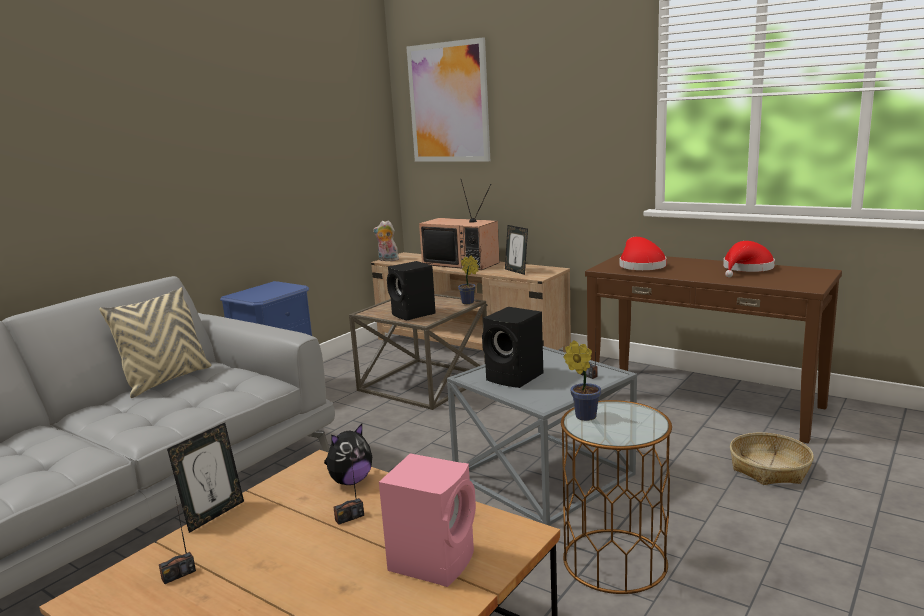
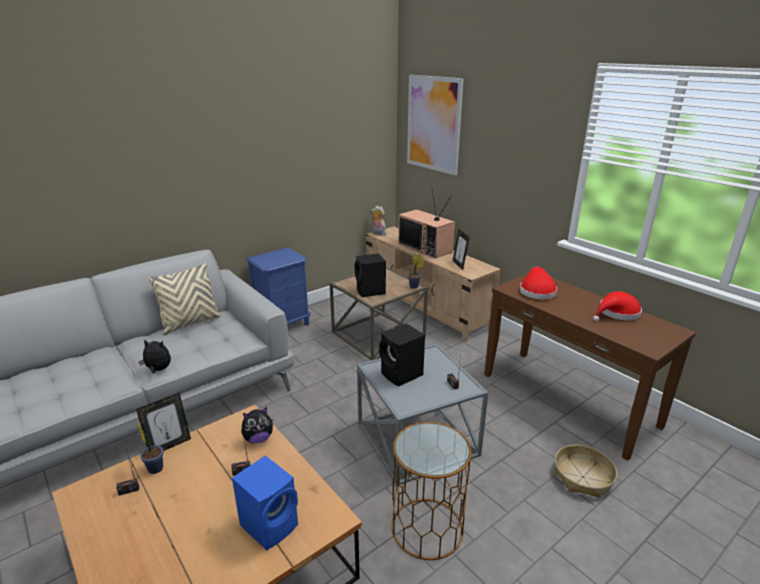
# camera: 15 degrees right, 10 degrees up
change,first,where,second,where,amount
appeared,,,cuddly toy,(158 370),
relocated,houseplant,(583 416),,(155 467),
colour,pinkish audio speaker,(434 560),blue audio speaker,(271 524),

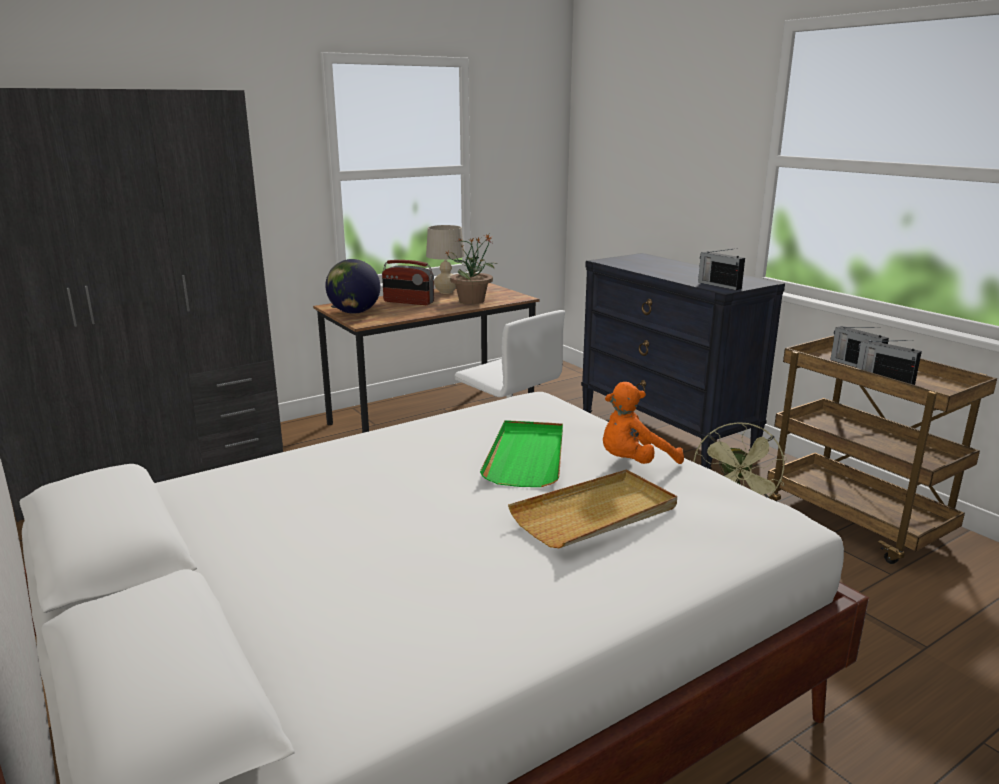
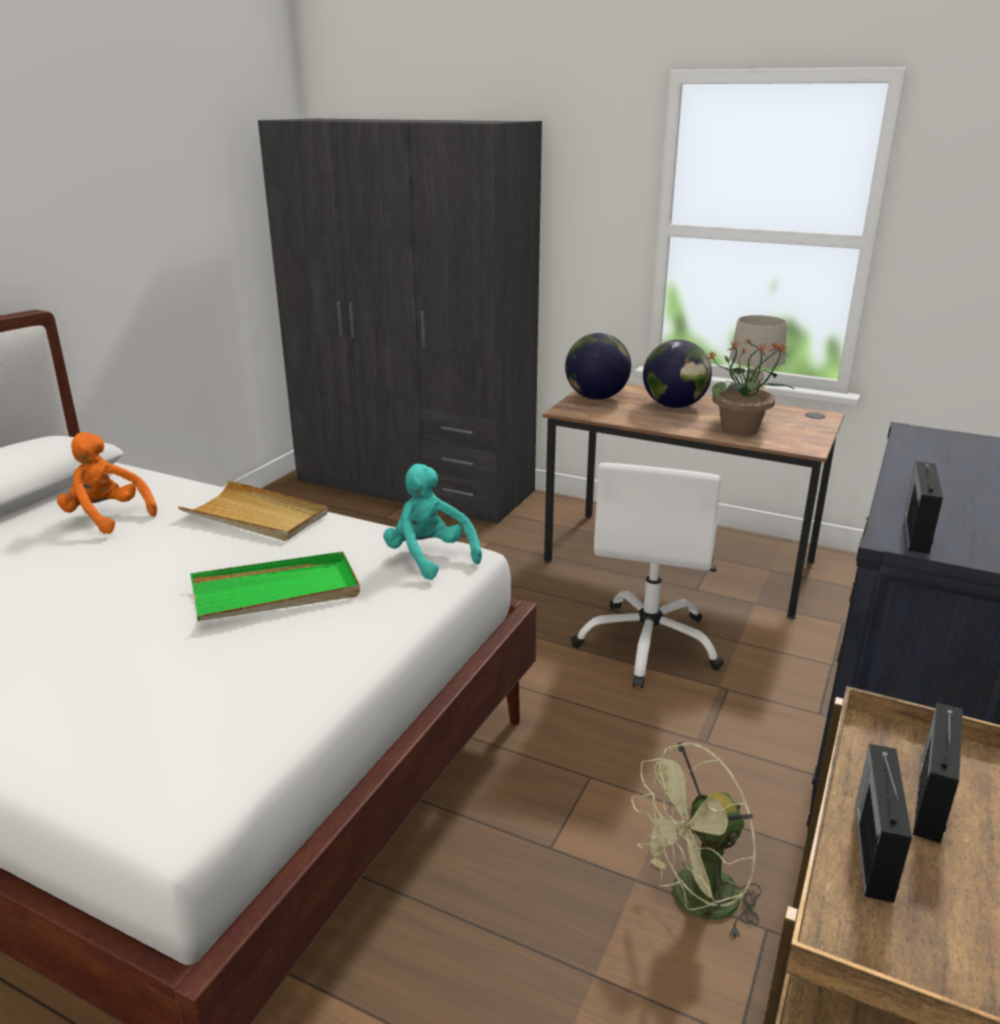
# camera: 60 degrees right, 5 degrees up
change,first,where,second,where,amount
appeared,,,blue-green cuddly toy,(429 557),
relocated,sand-coloured tray,(595 514),,(256 516),
relocated,orangey cuddly toy,(634 463),,(107 517),
exchanged,radio receiver,(408 302),globe,(674 406),

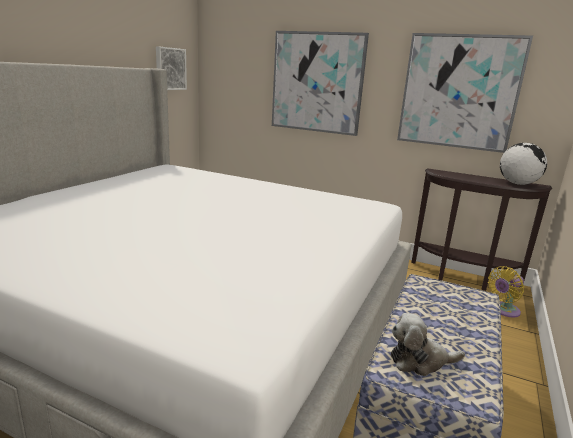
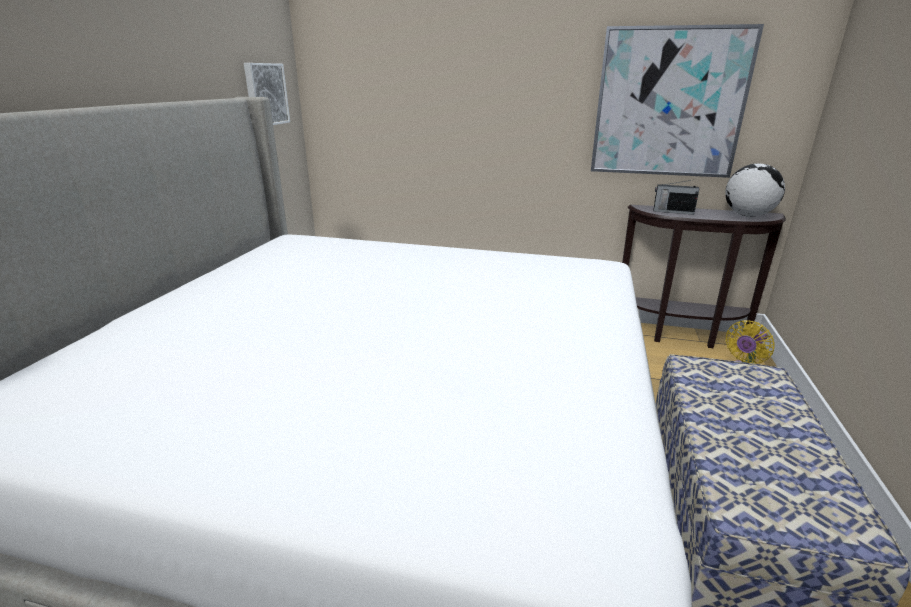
# camera: 10 degrees left, 5 degrees up
change,first,where,second,where,amount
missing,wall art,(317 83),,,
missing,cuddly toy,(420 361),,,
appeared,,,radio receiver,(672 211),

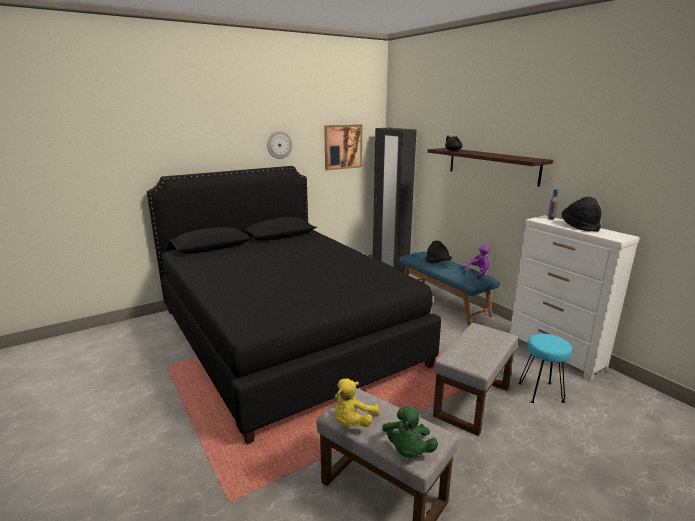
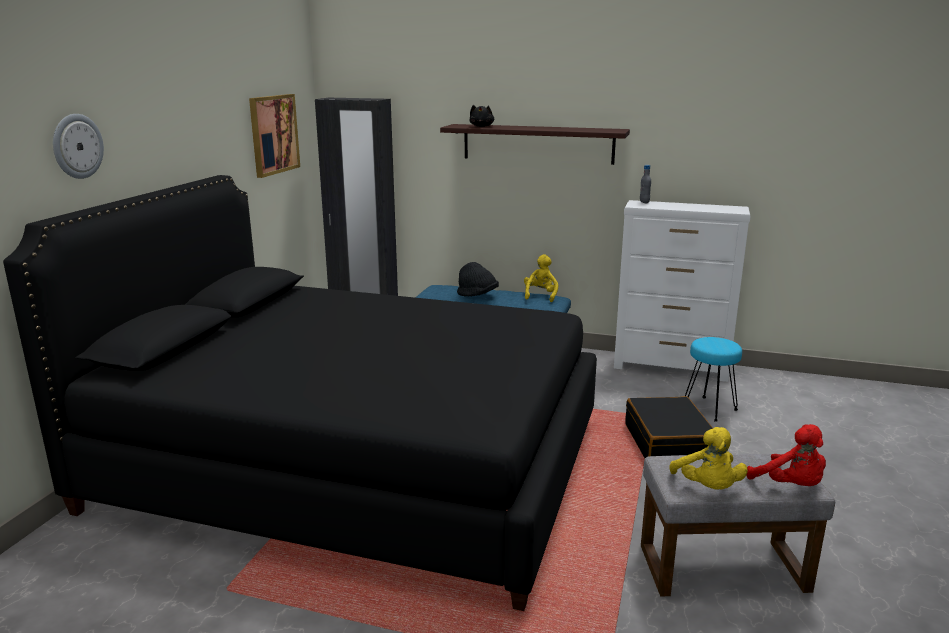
# camera: 40 degrees left, 0 degrees up
change,first,where,second,where,amount
missing,black-coloured wearable hat,(580 226),,,
relocated,hanging clock,(279 145),,(77 146),
exchanged,gray pouffe,(471 400),black-coloured travel case,(668 443),
colour,green cuddly toy,(408 451),red cuddly toy,(790 485),
colour,purplish cuddly toy,(478 273),yellow-coloured cuddly toy,(540 295),

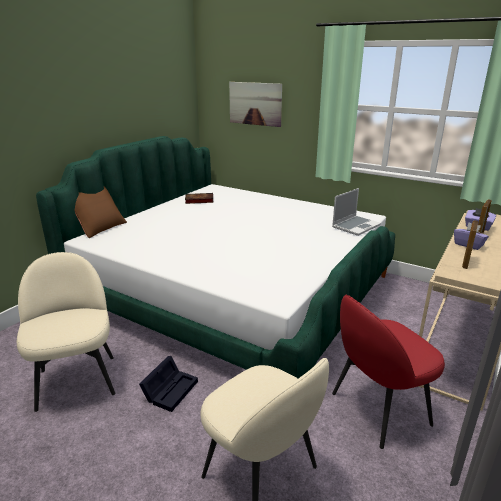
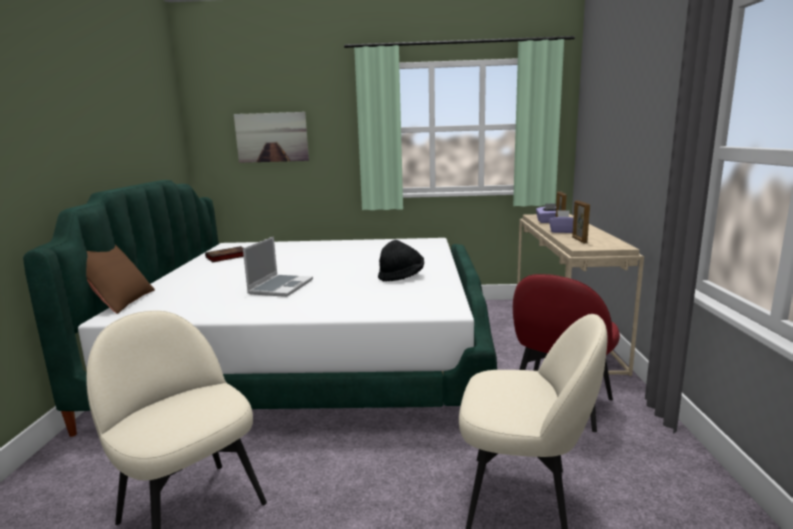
# camera: 30 degrees left, 10 degrees down
change,first,where,second,where,amount
missing,black-coloured storage box,(170 389),,,
appeared,,,black-coloured wearable hat,(401 277),
relocated,portable computer,(355 226),,(280 287),

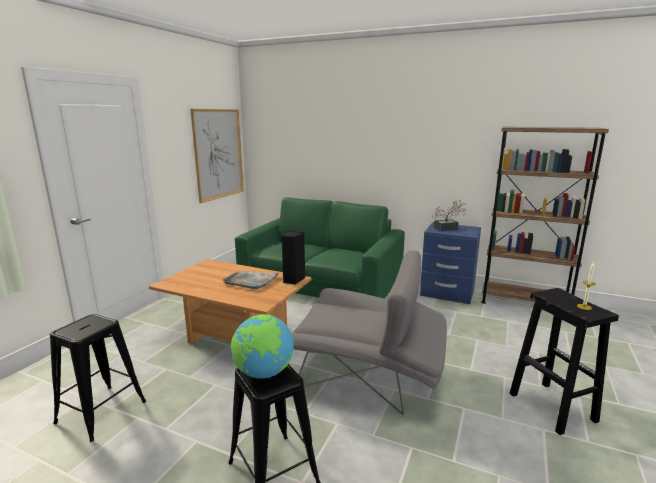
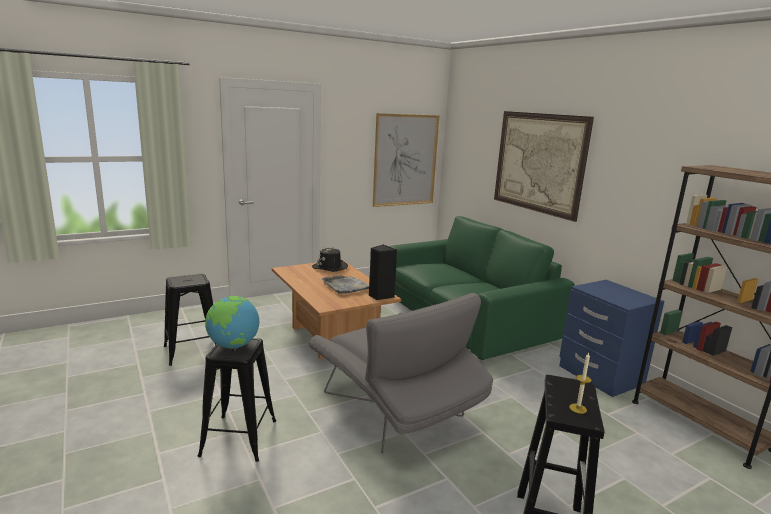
# camera: 35 degrees right, 0 degrees up
change,first,where,second,where,amount
missing,houseplant,(448 228),,,
appeared,,,black-coloured wearable hat,(330 267),
appeared,,,wall art,(539 163),

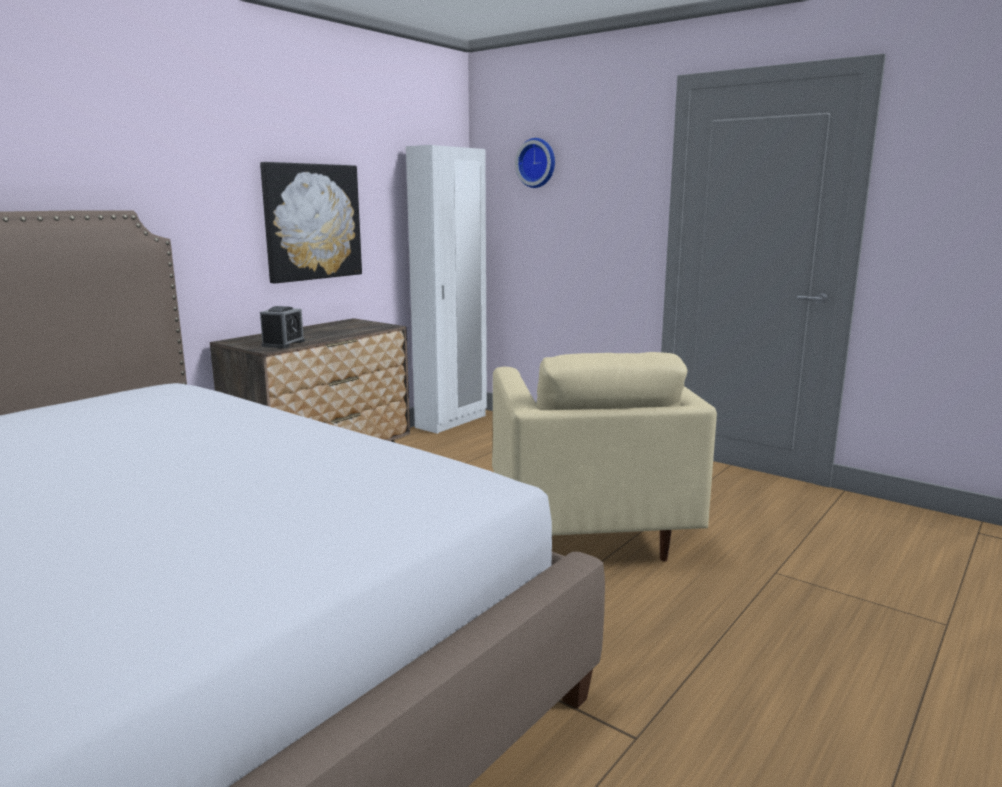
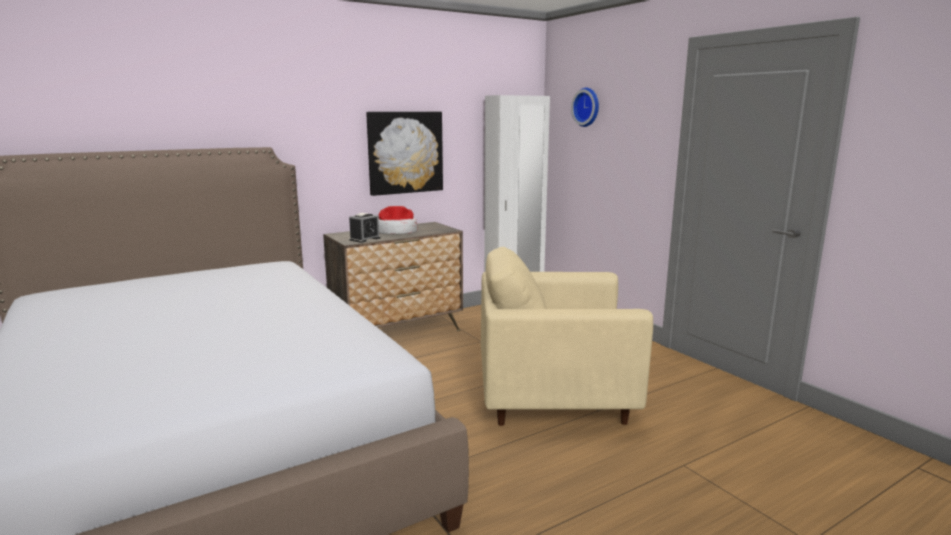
# camera: 20 degrees right, 0 degrees up
change,first,where,second,where,amount
appeared,,,wearable hat,(396 232),
spun,sand-coloured armchair,(586 527),,(555 401),75 degrees clockwise

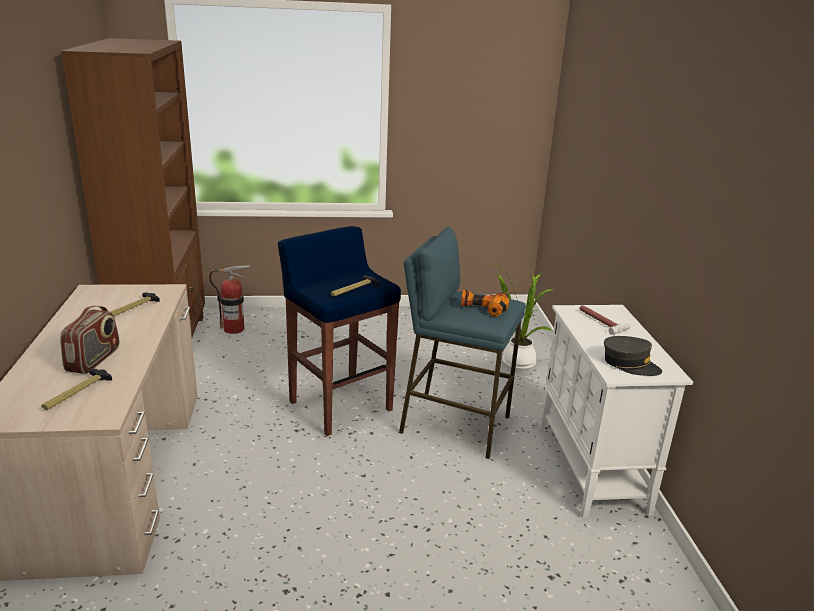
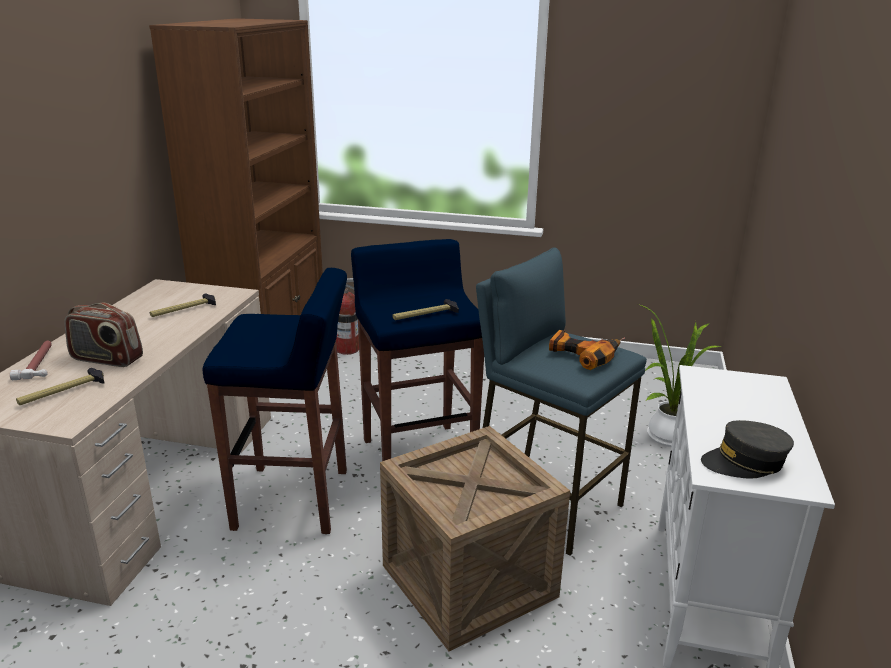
# camera: 20 degrees right, 0 degrees up
change,first,where,second,where,amount
appeared,,,blue stool seat,(294 500),
appeared,,,packing crate,(469 581),
relocated,hand hammer,(600 321),,(40 362),
spun,radio receiver,(94 360),,(106 359),75 degrees clockwise
spun,gray peaked cap,(630 364),,(745 462),120 degrees clockwise

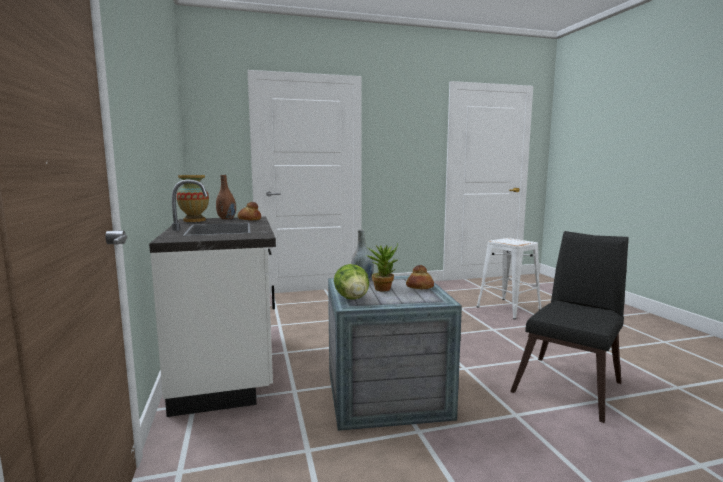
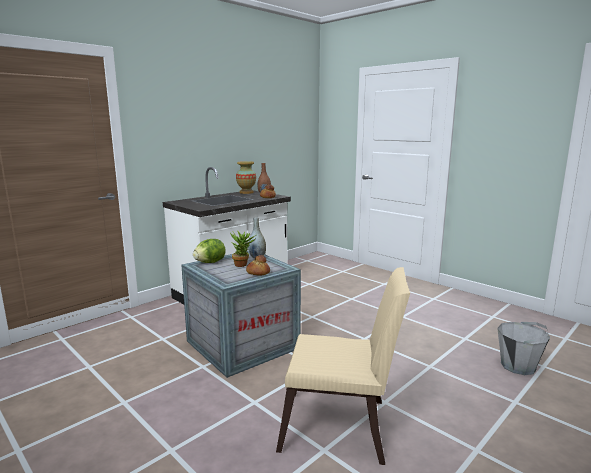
# camera: 60 degrees right, 5 degrees up
change,first,where,second,where,amount
exchanged,whitish stool seat,(509 308),gray bucket,(518 366),
colour,black-coloured upright chair,(571 384),sand-coloured upright chair,(341 428),

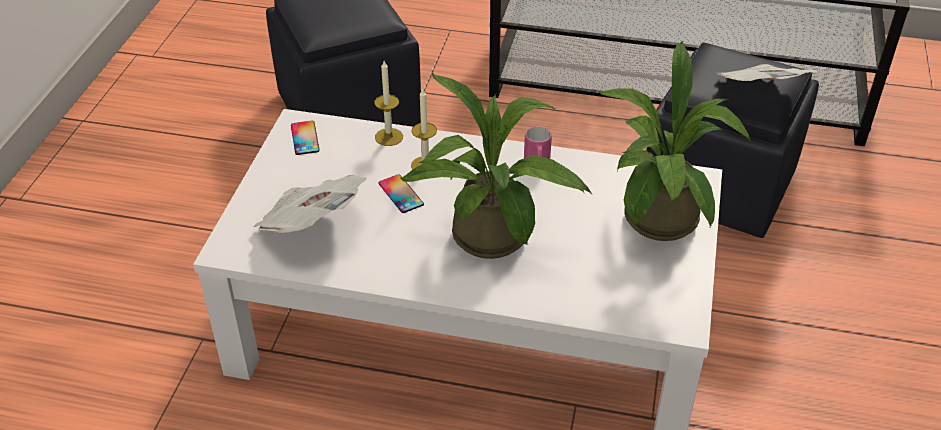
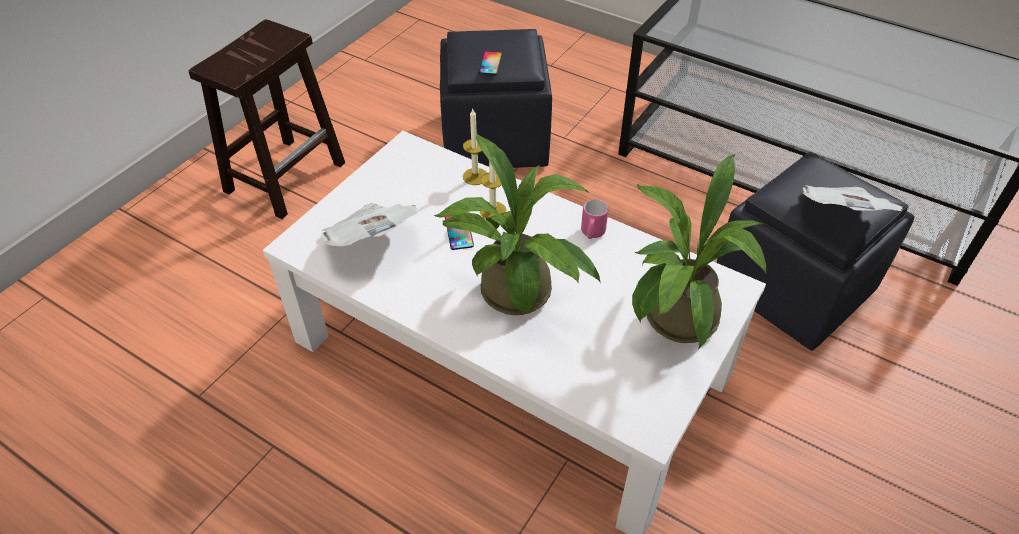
# camera: 20 degrees right, 5 degrees up
change,first,where,second,where,amount
appeared,,,brown-coloured stool seat,(286 176),
relocated,handset,(305 138),,(490 63),

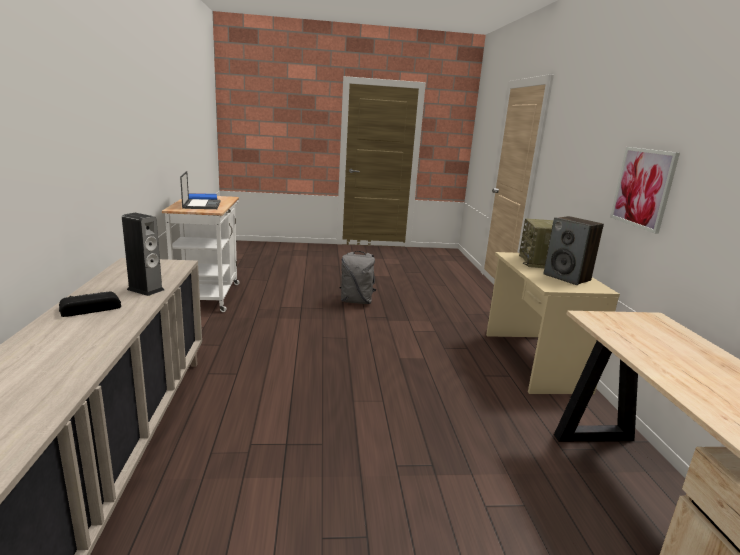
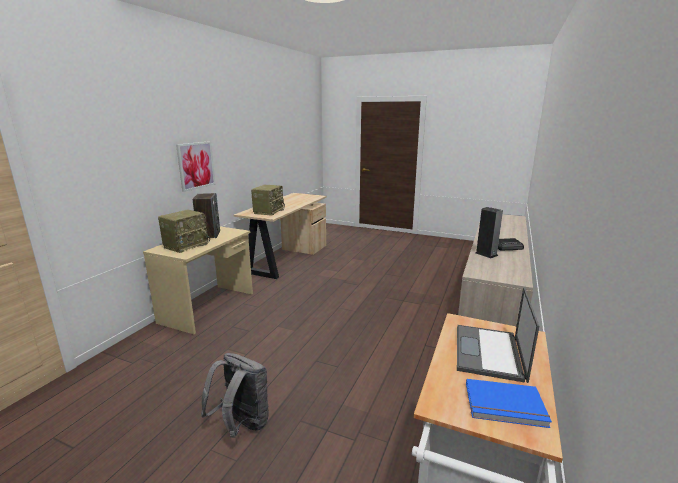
# camera: 150 degrees left, 0 degrees up
change,first,where,second,where,amount
appeared,,,radio receiver,(268 211),

